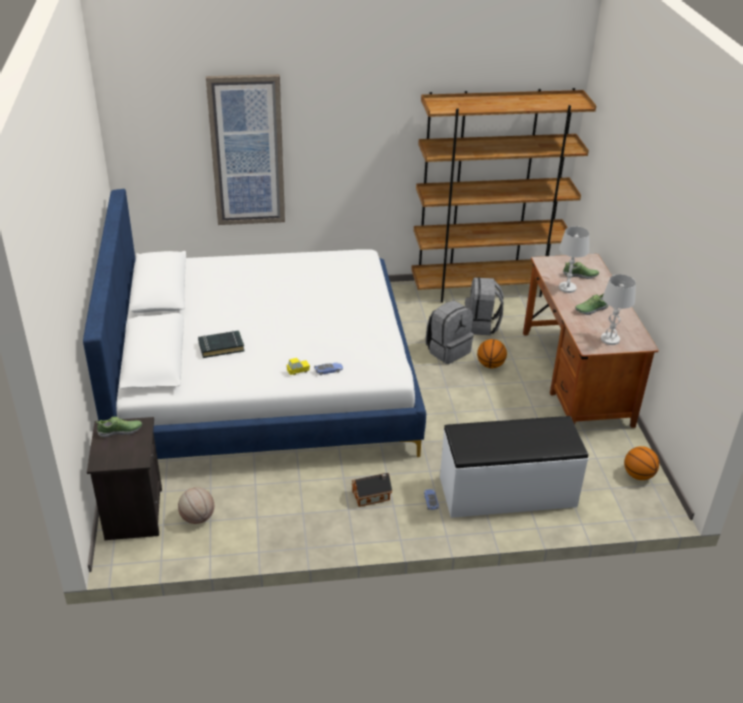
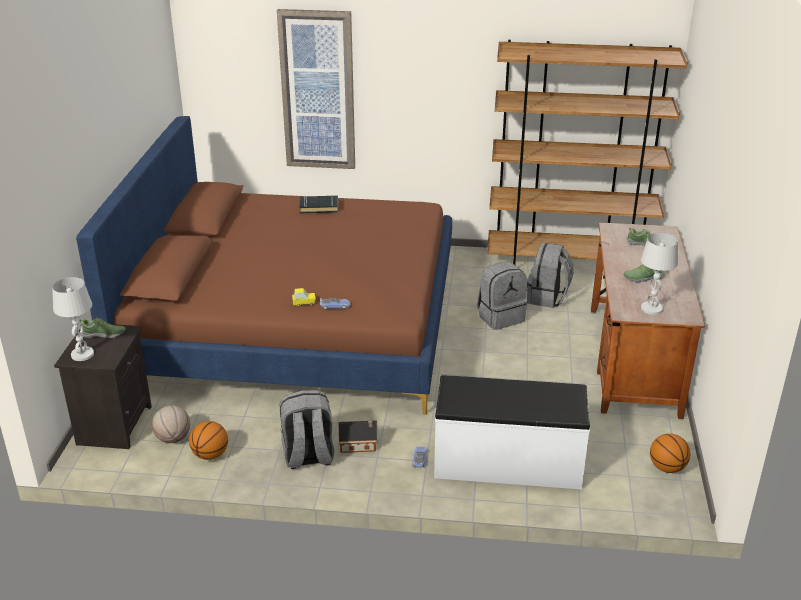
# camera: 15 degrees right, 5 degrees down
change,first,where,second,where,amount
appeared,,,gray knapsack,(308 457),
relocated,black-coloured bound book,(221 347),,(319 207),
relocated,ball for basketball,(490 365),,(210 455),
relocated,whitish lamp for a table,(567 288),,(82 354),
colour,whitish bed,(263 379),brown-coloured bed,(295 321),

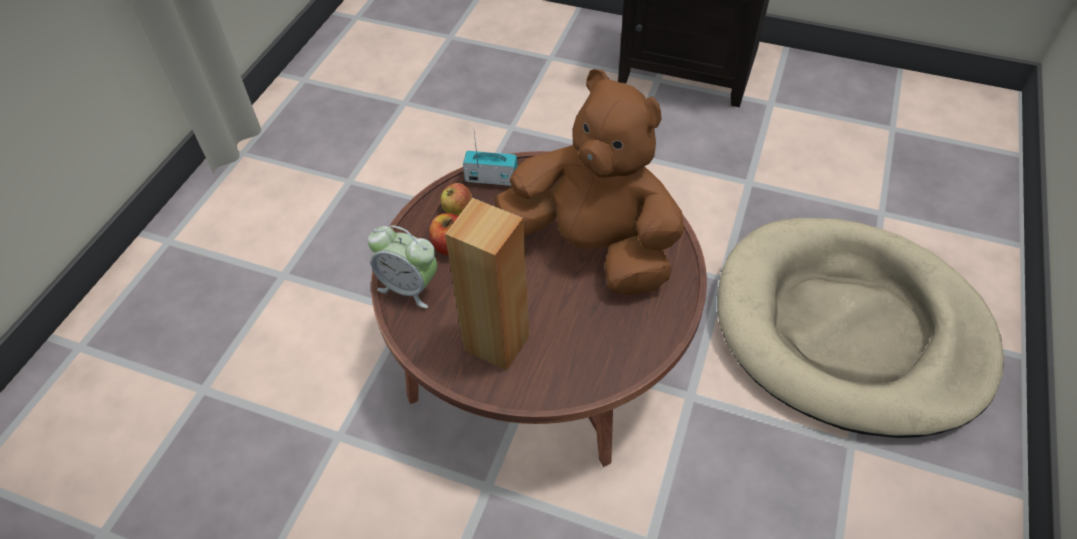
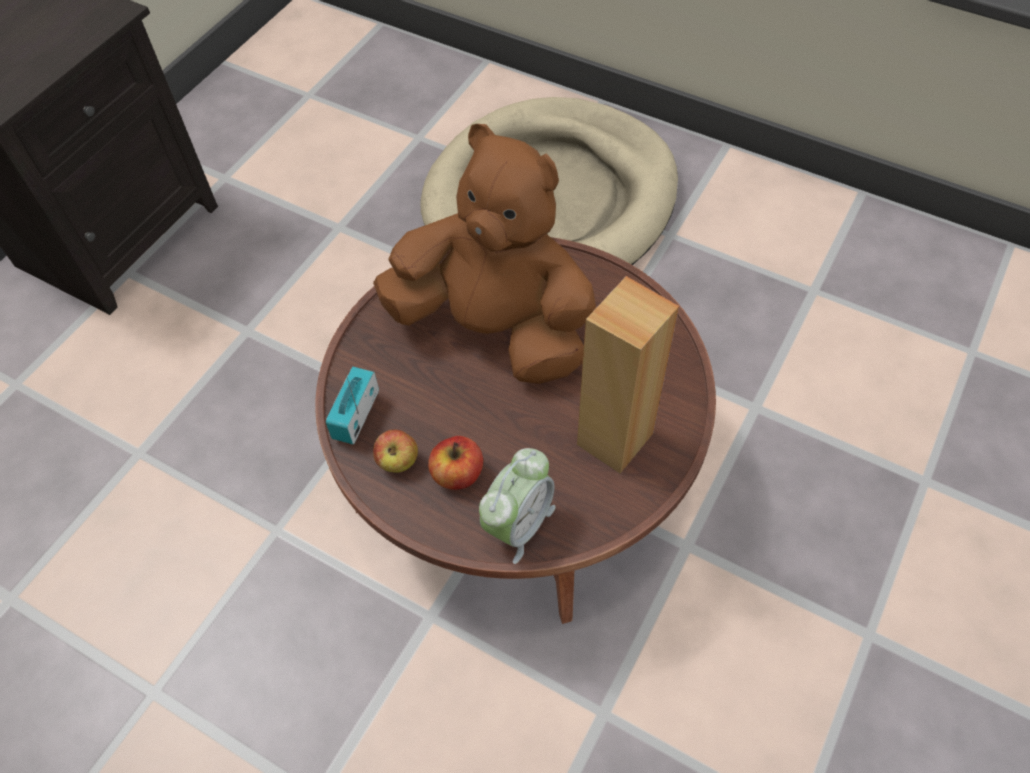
# camera: 80 degrees left, 5 degrees up
change,first,where,second,where,amount
spun,brown-coloured cuddly toy,(593 247),,(495 328),75 degrees clockwise

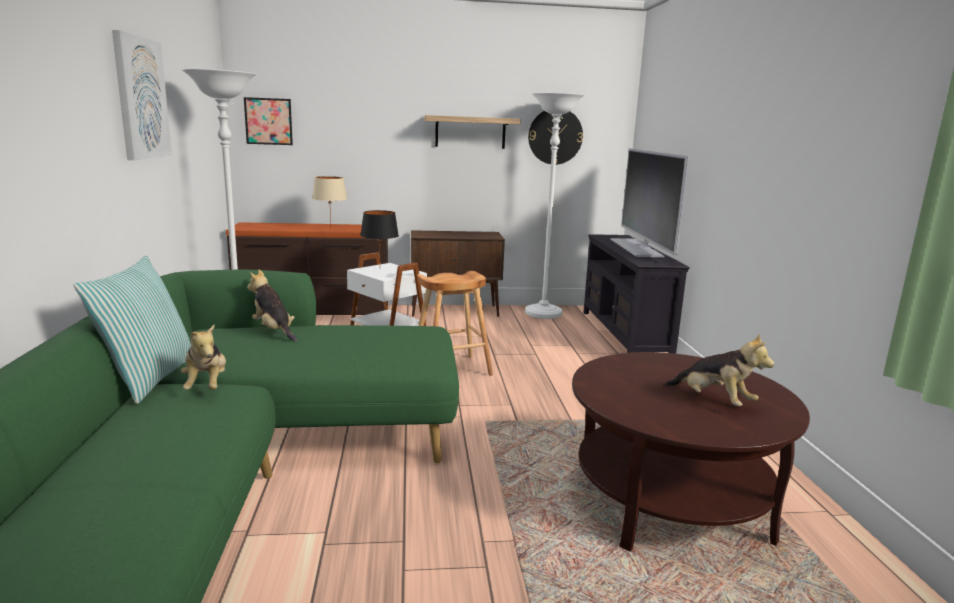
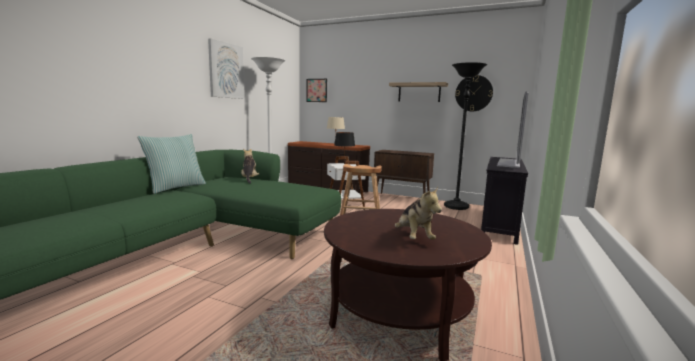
# camera: 30 degrees right, 5 degrees down
change,first,where,second,where,amount
missing,cuddly toy,(207 386),,,
colour,whitish floor lamp,(543 314),black-coloured floor lamp,(456 207),

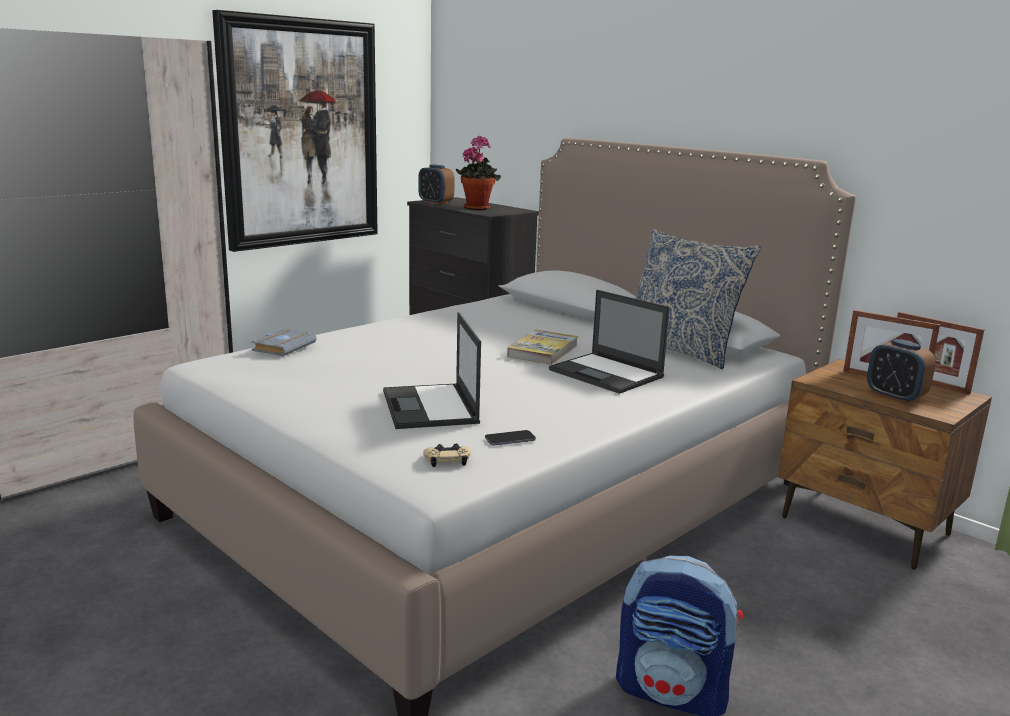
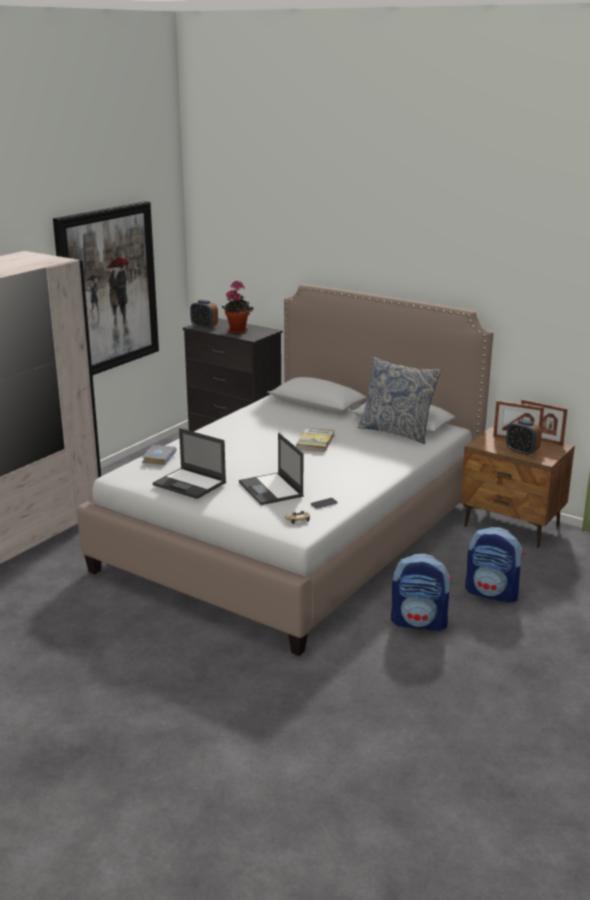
# camera: 10 degrees left, 5 degrees up
change,first,where,second,where,amount
appeared,,,knapsack,(492 593),
relocated,portable computer,(607 374),,(190 484),

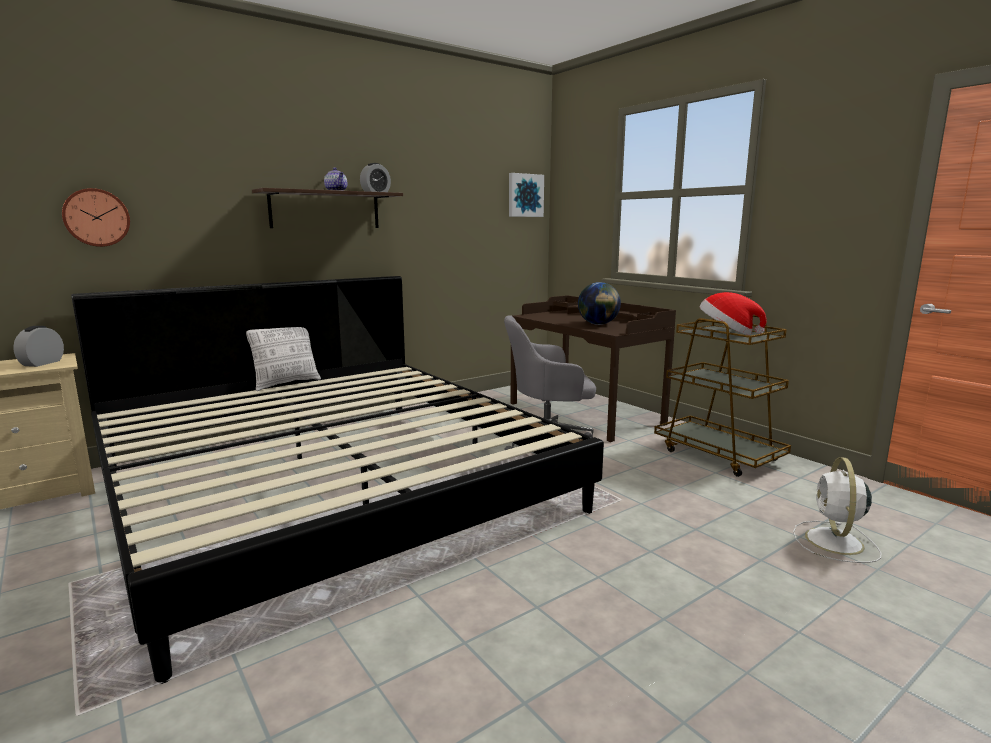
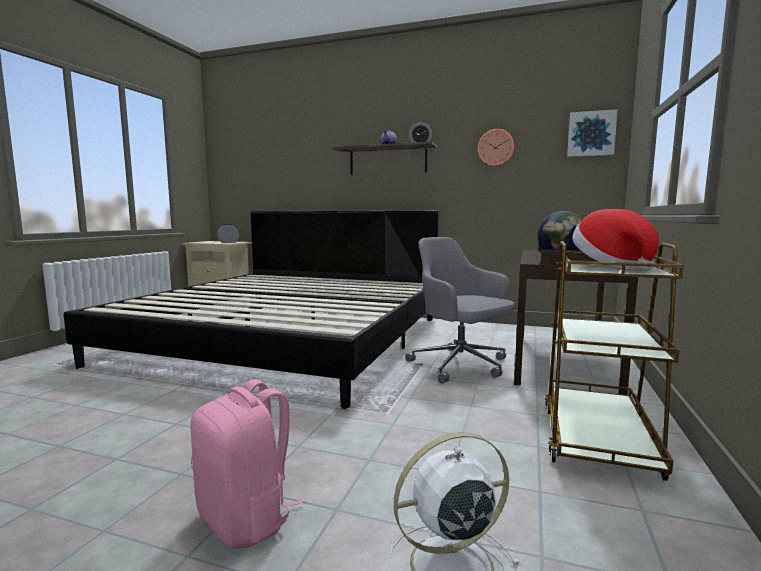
# camera: 55 degrees right, 5 degrees down
change,first,where,second,where,amount
missing,cushion,(286 383),,,
appeared,,,pinkish knapsack,(246 519),
relocated,hanging clock,(96 217),,(495 147),

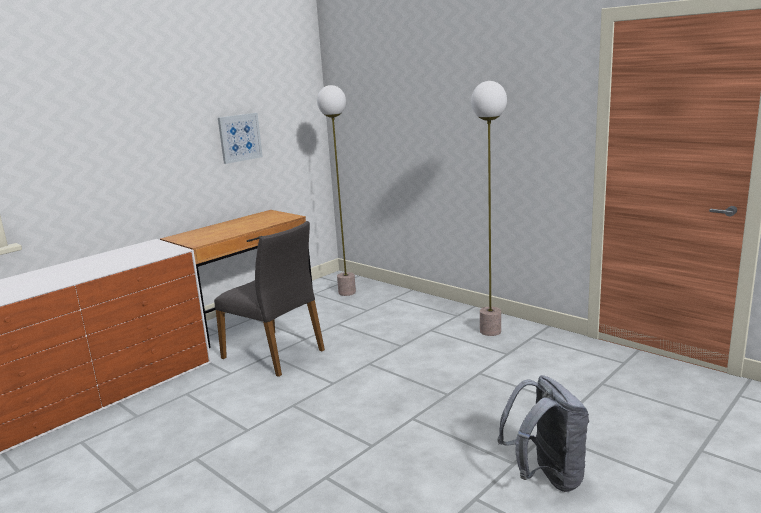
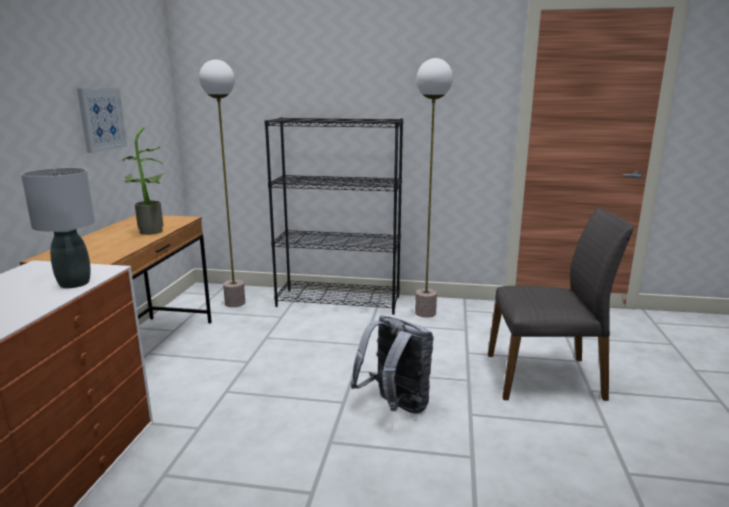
# camera: 35 degrees left, 0 degrees up
change,first,where,second,where,amount
appeared,,,gray lamp for a table,(75 283),
appeared,,,houseplant,(152 232),
appeared,,,black-coloured bookshelf,(339 301),
relocated,gray upright chair,(275 353),,(545 377),
relocated,gray knapsack,(546 477),,(395 407),

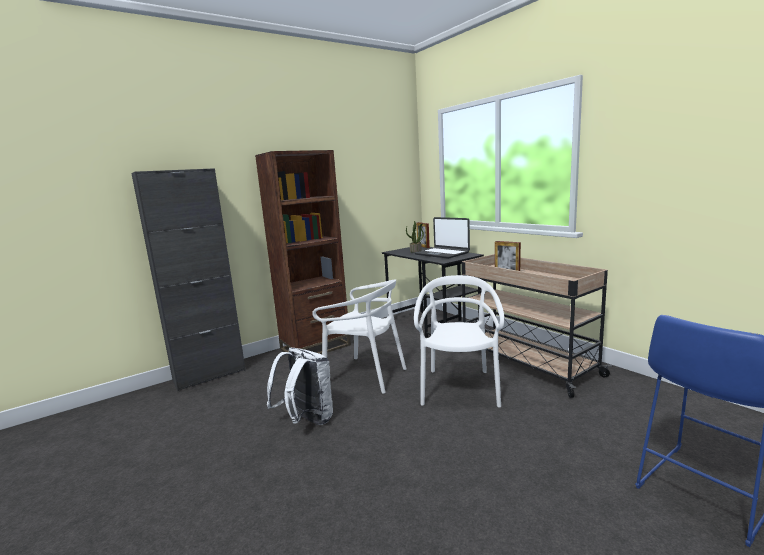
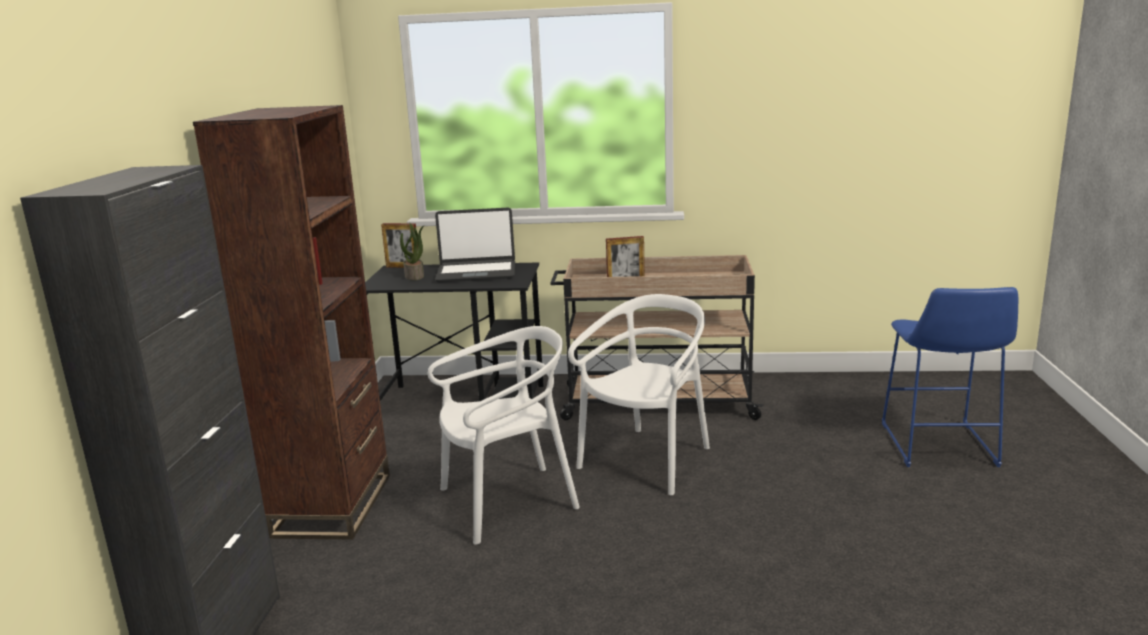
# camera: 50 degrees left, 5 degrees up
change,first,where,second,where,amount
missing,whitish knapsack,(307 420),,,
spun,whitish upright chair,(459 388),,(647 460),75 degrees clockwise

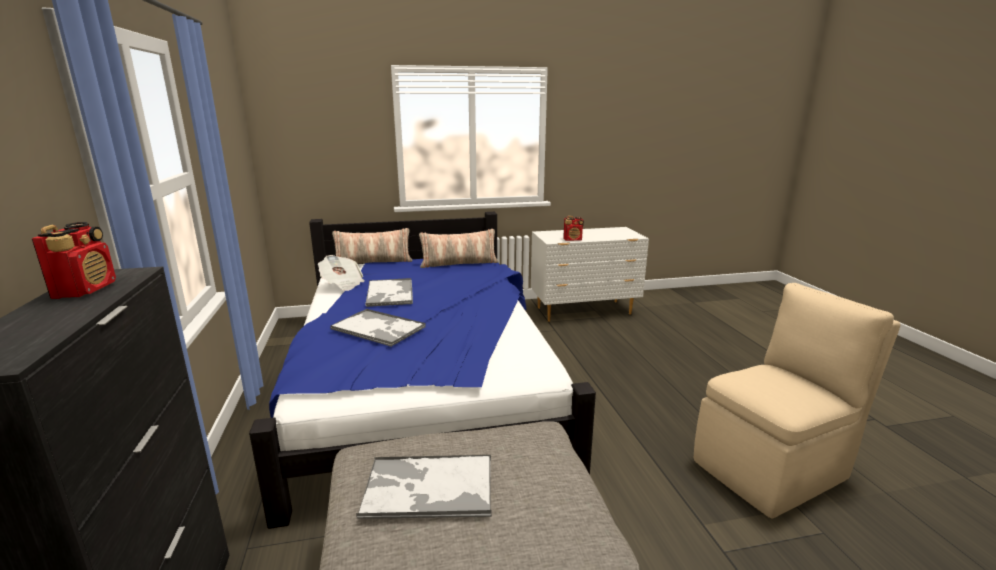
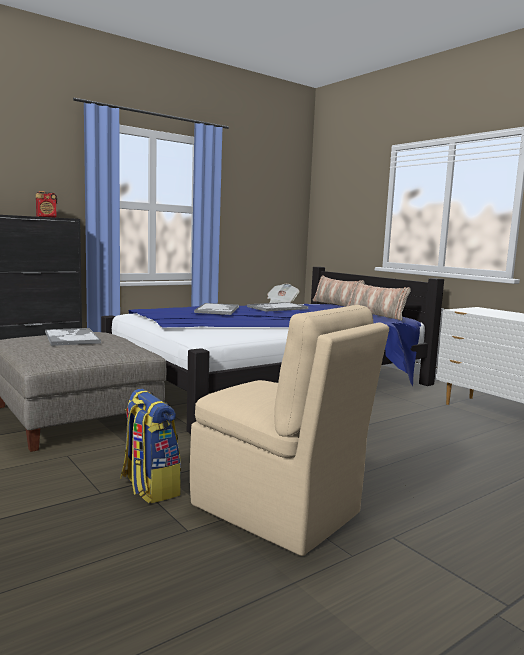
# camera: 65 degrees right, 10 degrees down
change,first,where,second,where,amount
missing,radio receiver,(573 240),,,
appeared,,,knapsack,(149 487),

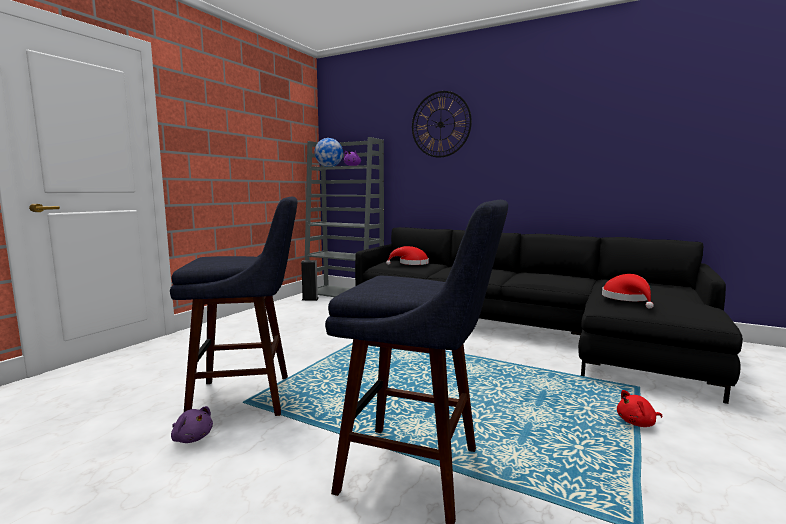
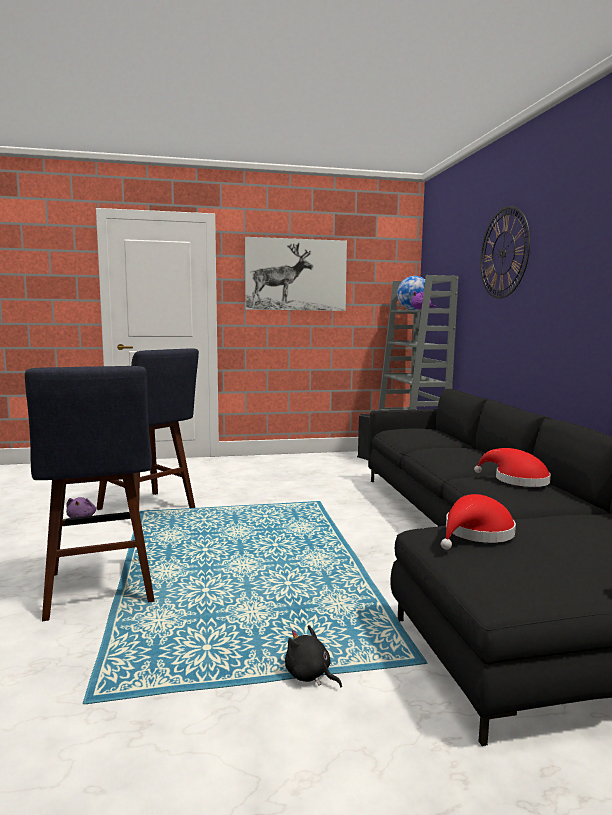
# camera: 50 degrees right, 0 degrees up
change,first,where,second,where,amount
appeared,,,wall art,(296 275),
relocated,red wearable hat,(411 263),,(516 480),
colour,red cuddly toy,(637 423),black-coloured cuddly toy,(309 675),

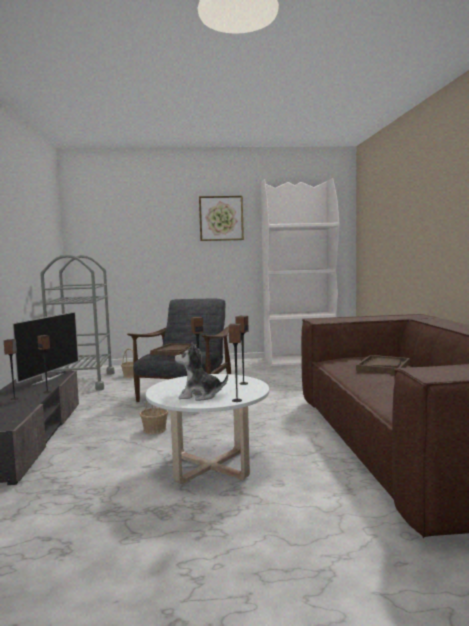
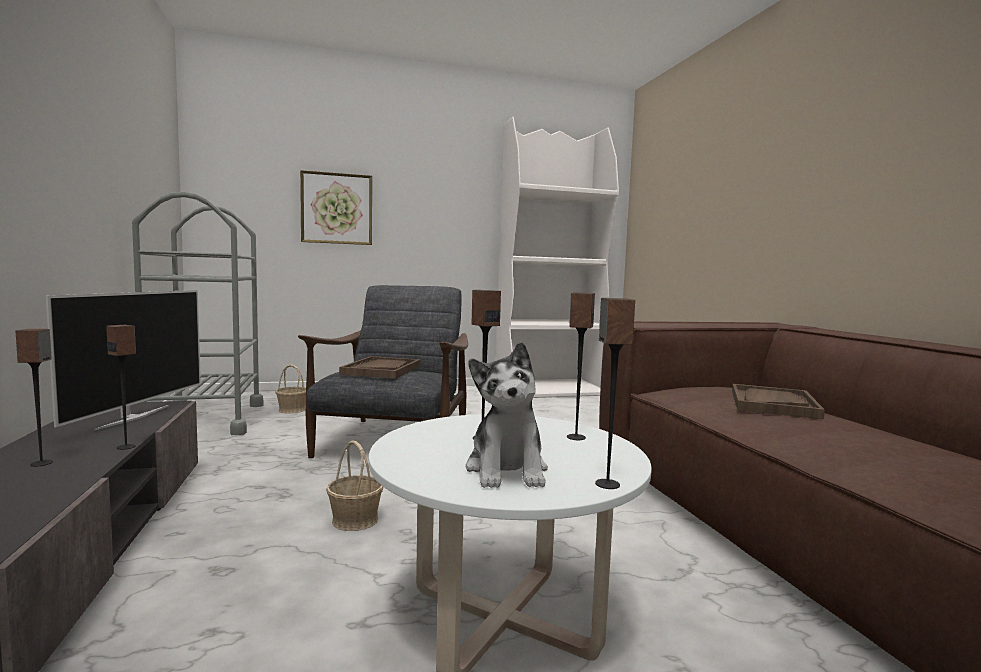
# camera: 10 degrees left, 0 degrees up
change,first,where,second,where,amount
relocated,wall art,(221 218),,(337 208),
spun,cuddly toy,(200 396),,(507 470),90 degrees counterclockwise

